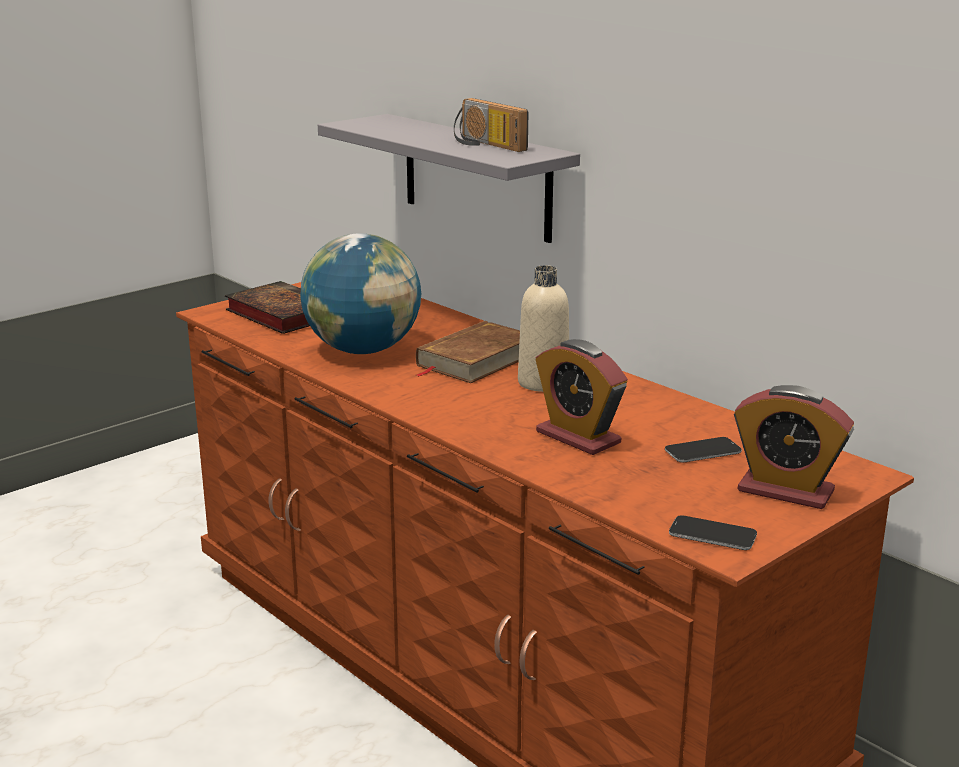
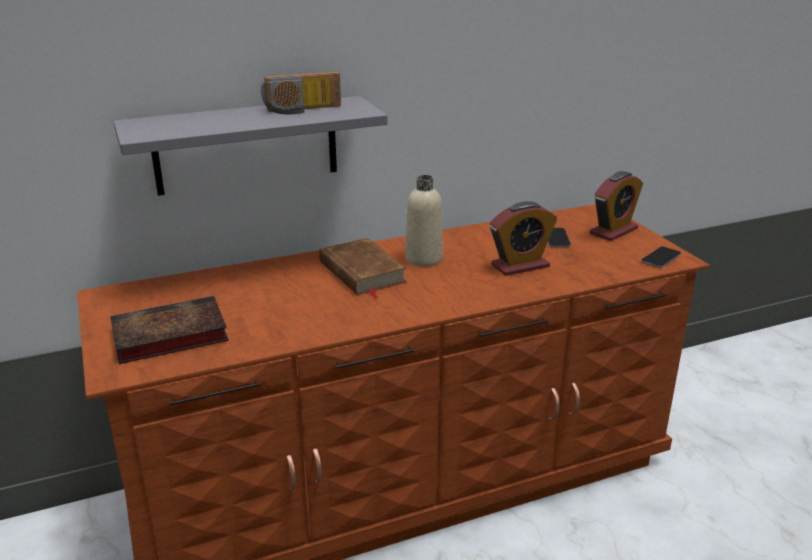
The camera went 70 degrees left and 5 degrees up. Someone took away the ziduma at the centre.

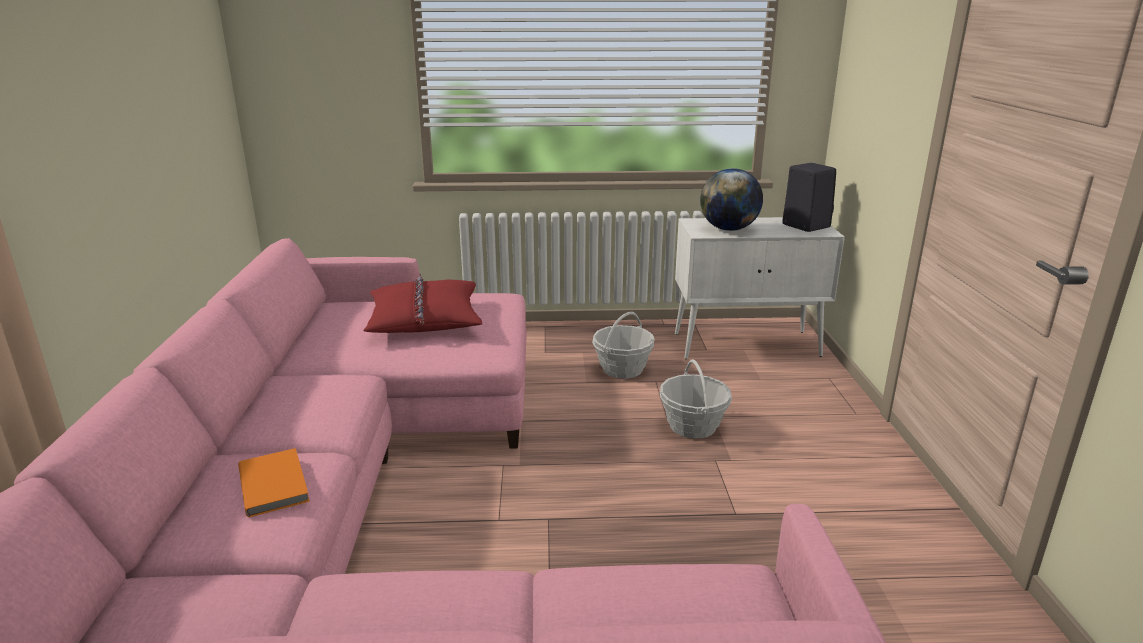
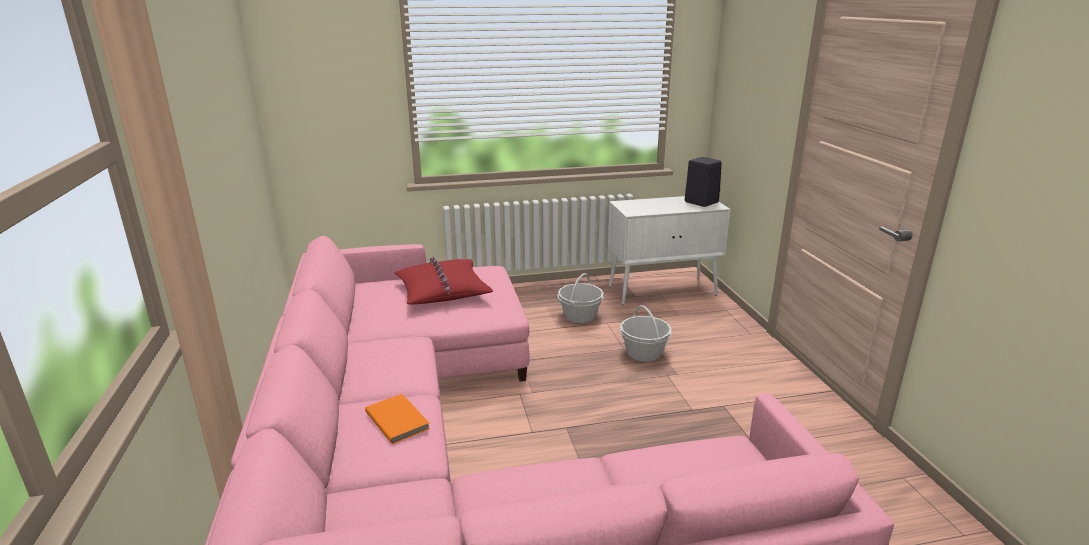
The camera went 10 degrees left and 0 degrees up. Someone took away the ziduma at the top centre.

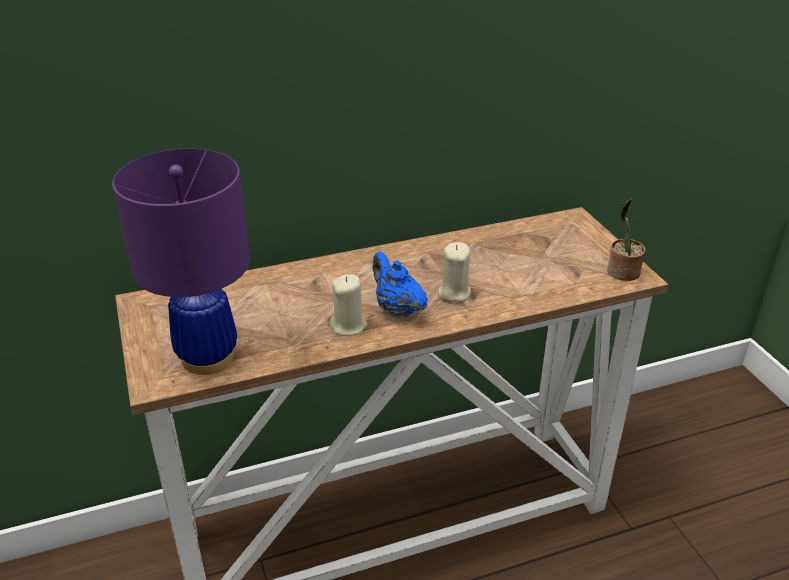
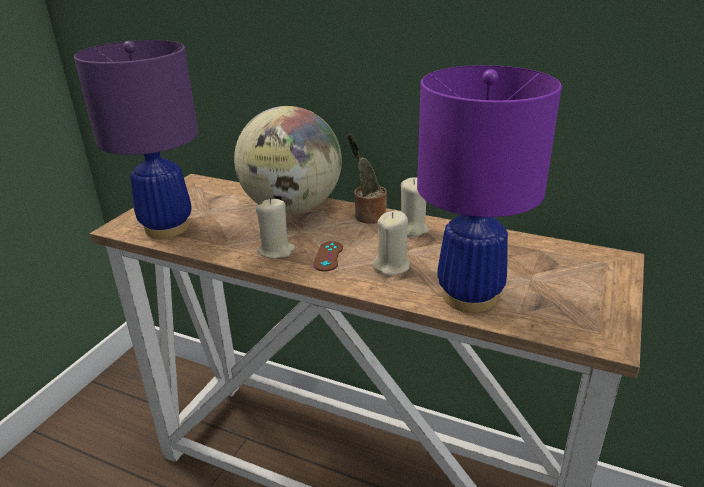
The camera went 45 degrees right and 5 degrees down. Someone put down the ziduma at the top centre. Someone put down the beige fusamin (3rd from left) at the centre. Someone put down the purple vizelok (2nd from left) at the middle right. Someone carried the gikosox from the middle right to the centre. Someone swapped the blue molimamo at the centre for the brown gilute at the centre.

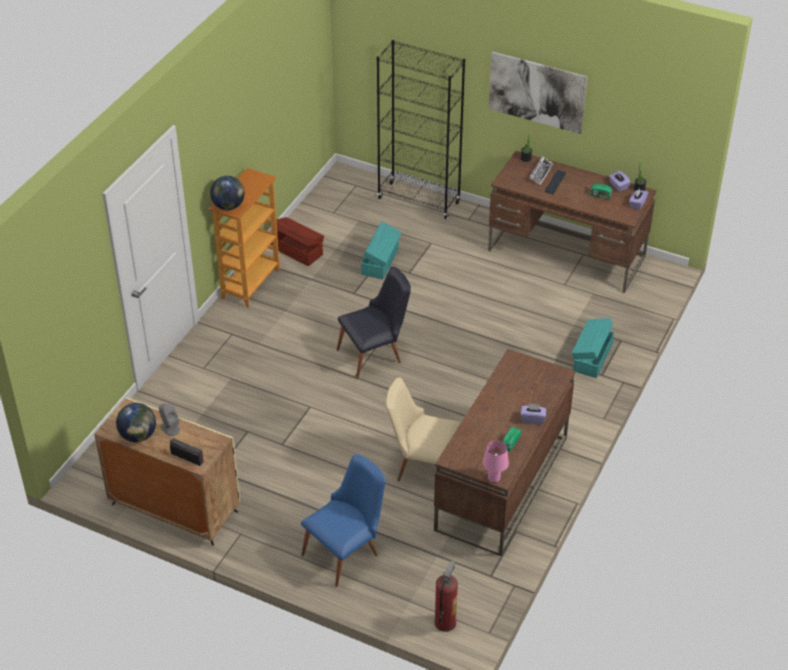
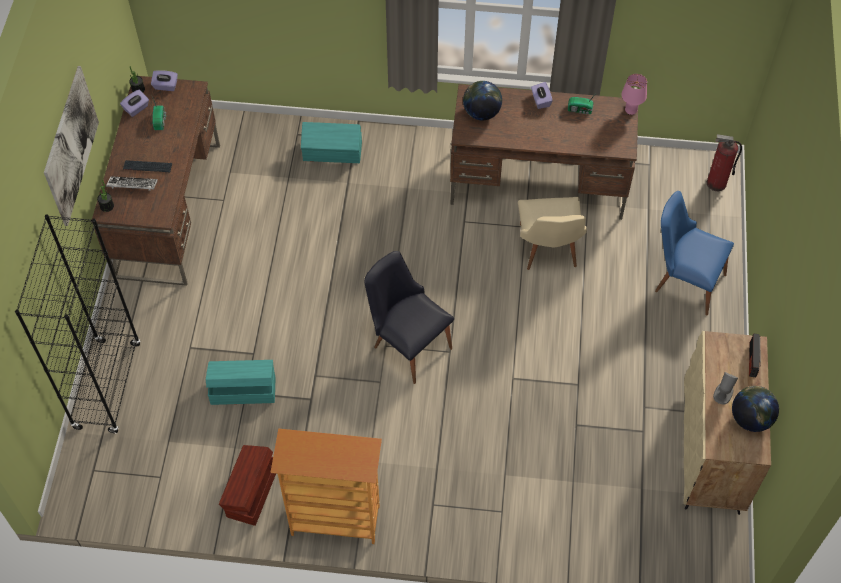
The camera went 110 degrees left and 15 degrees up. Someone carried the ziduma (2nd from left in the first image) from the top left to the top centre.

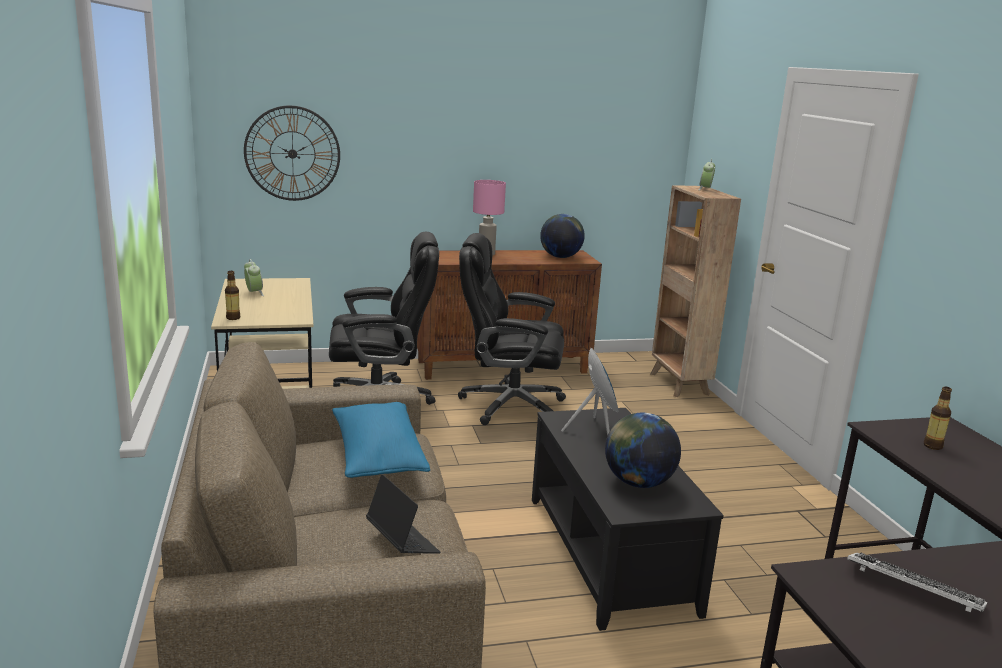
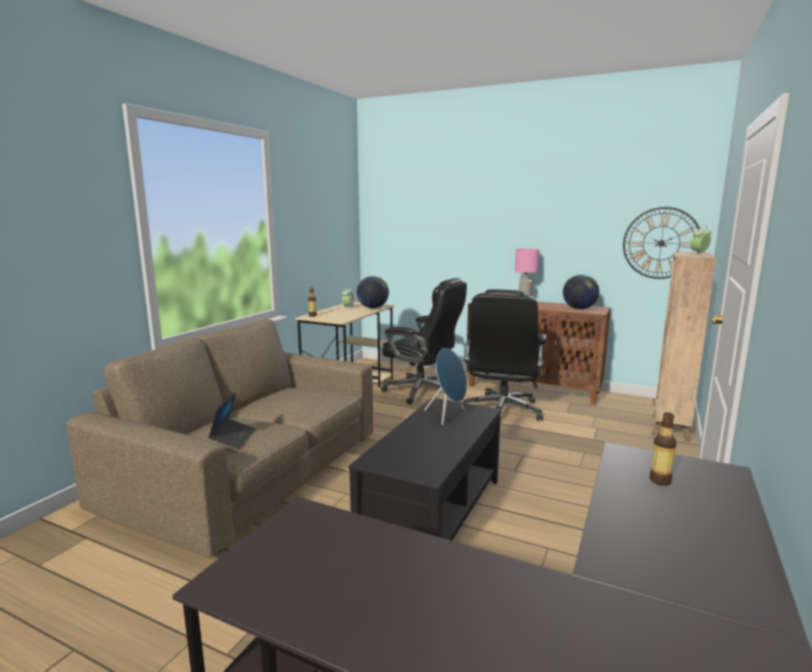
The camera went 40 degrees right and 5 degrees down. Someone took away the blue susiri at the centre. Someone took away the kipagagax at the bottom right. Someone carried the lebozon from the top left to the middle right. Someone carried the ziduma (2nd from left in the first image) from the bottom centre to the centre. Someone rotated the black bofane (2nd from left) at the centre by 120 degrees counterclockwise.

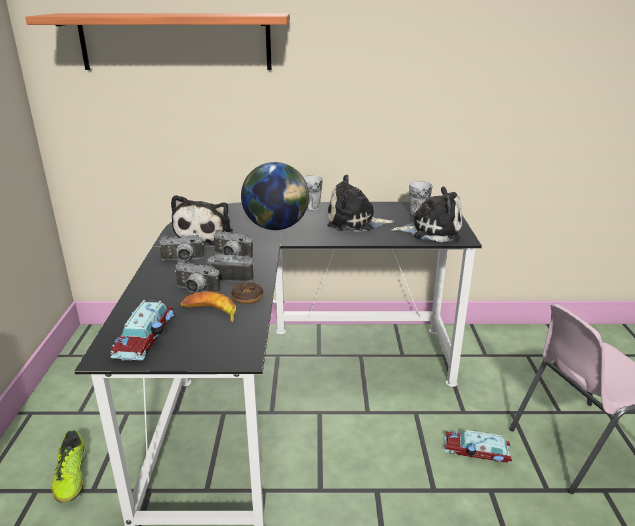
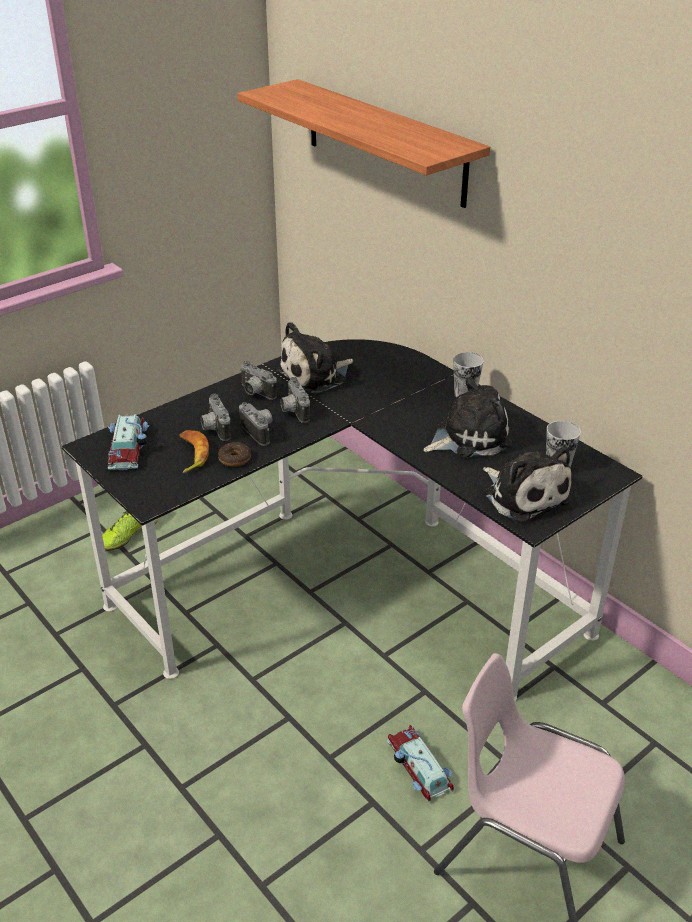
The camera went 50 degrees right and 10 degrees up. Someone took away the ziduma at the centre. Someone rotated the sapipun (1st from left) at the middle left by 60 degrees counterclockwise. Someone rotated the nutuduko (2nd from left) at the centre by 105 degrees clockwise.

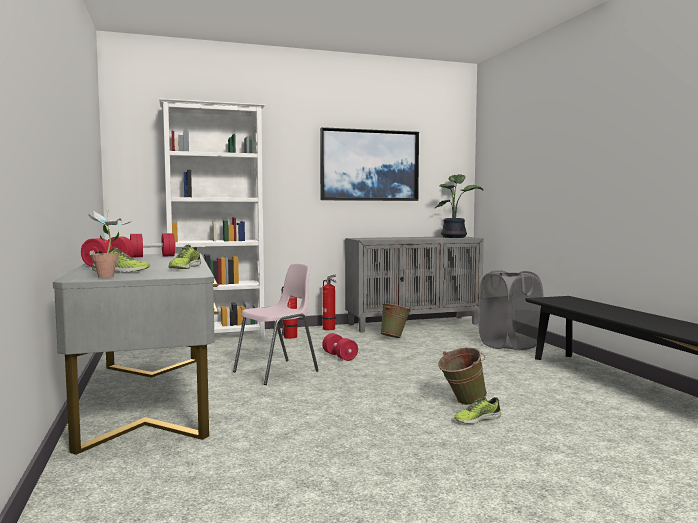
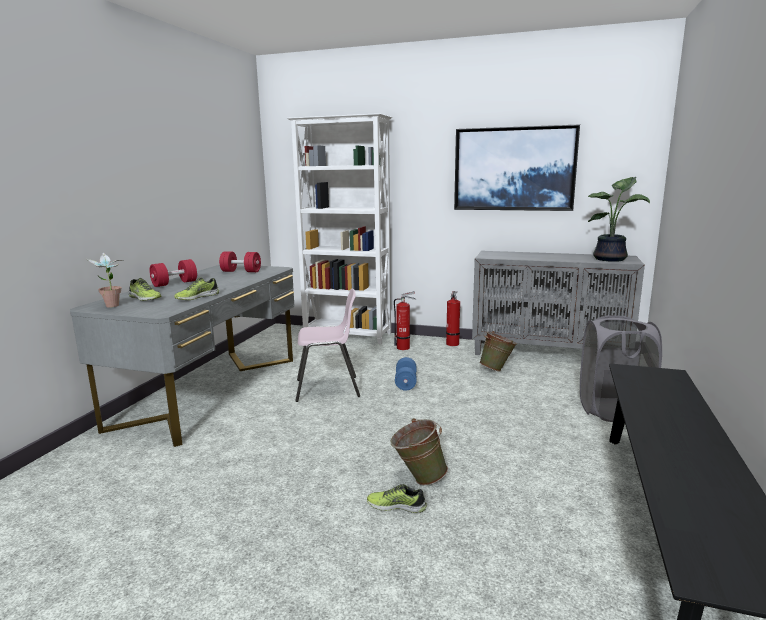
The camera went 35 degrees right and 10 degrees up. Someone repainted the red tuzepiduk (3rd from left) at the centre, which became the blue tuzepiduk at the centre.

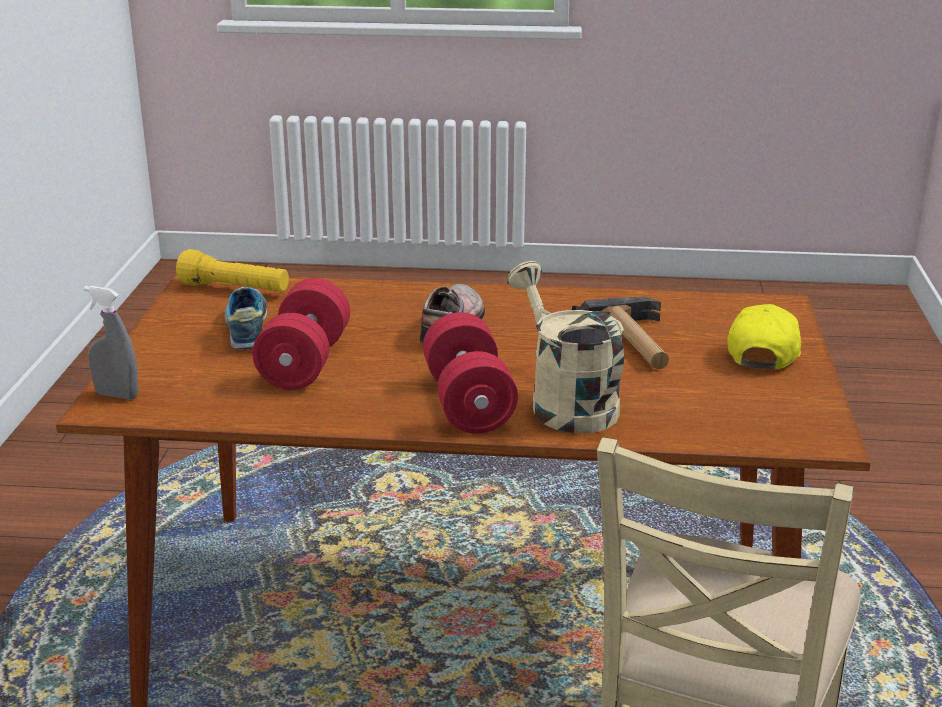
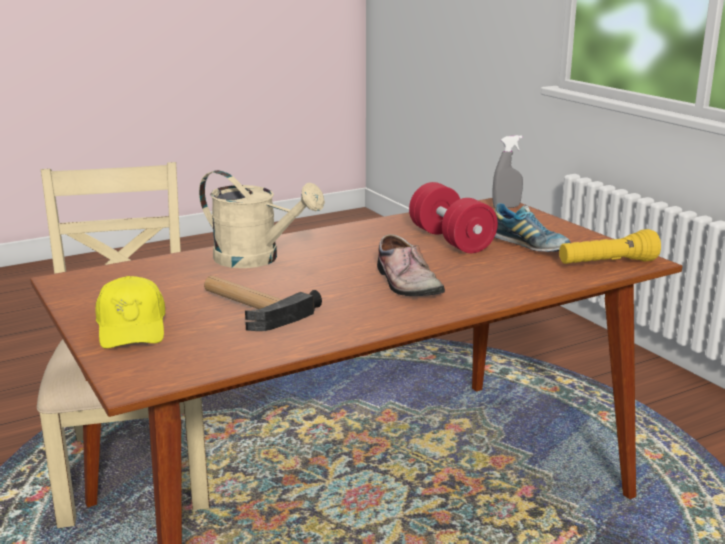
The camera went 145 degrees right and 5 degrees down. Someone took away the red tuzepiduk (2nd from left) at the centre.

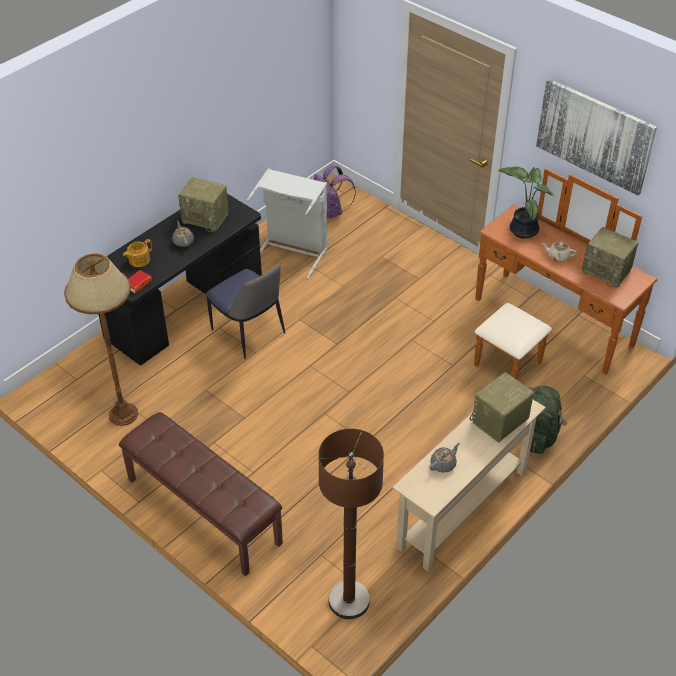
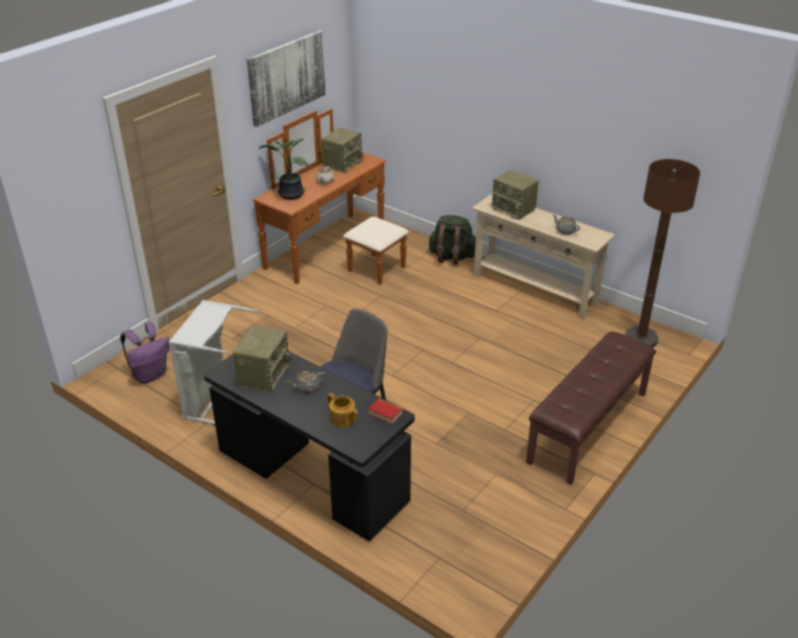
The camera went 95 degrees left and 10 degrees down. Someone took away the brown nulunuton (1st from left) at the middle left.

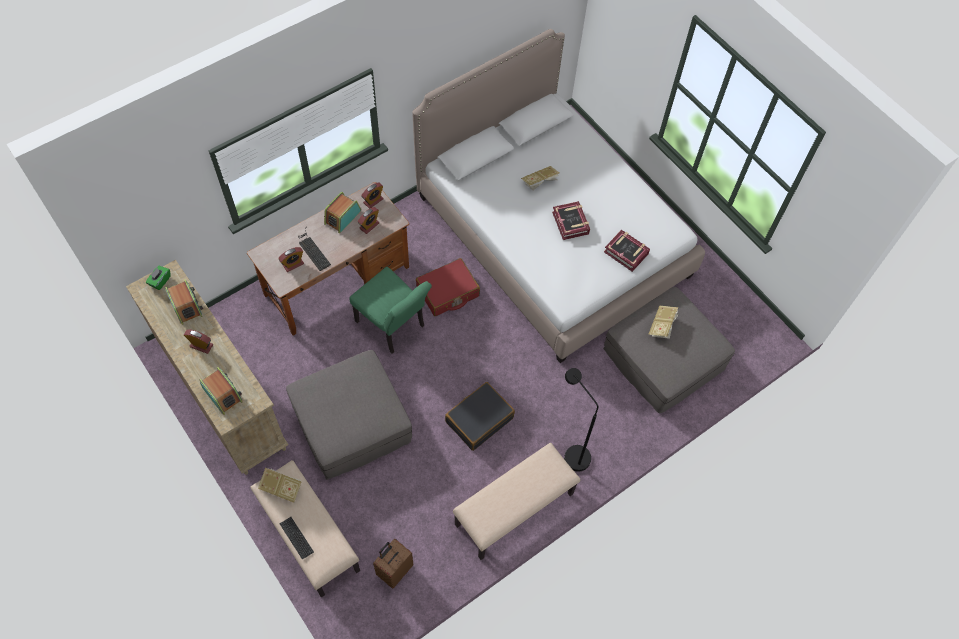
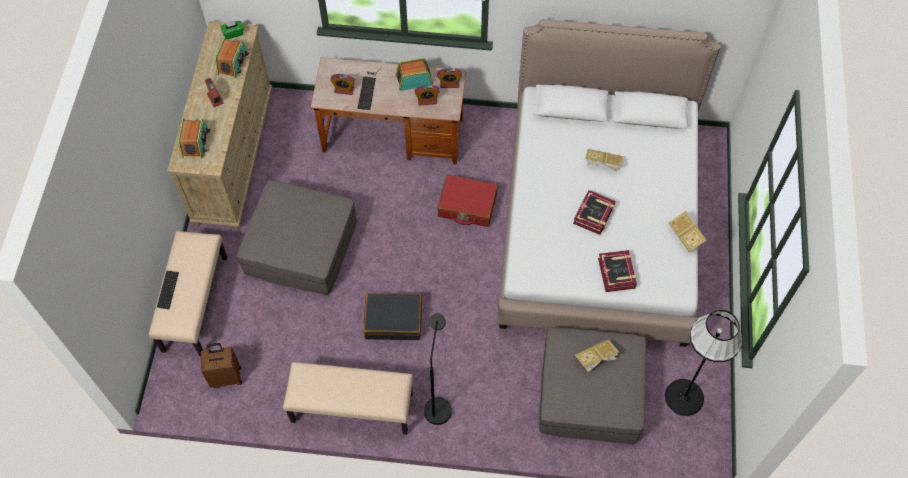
The camera went 45 degrees right and 0 degrees up. Someone took away the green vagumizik at the centre. Someone put down the black nulunuton (2nd from left) at the bottom right. Someone carried the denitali (1st from left in the first image) from the bottom left to the middle right.

